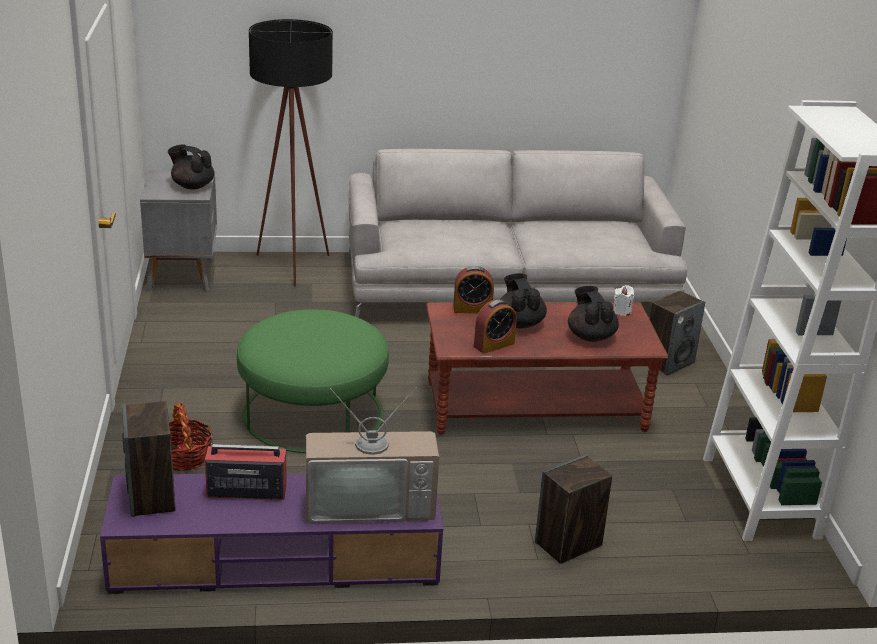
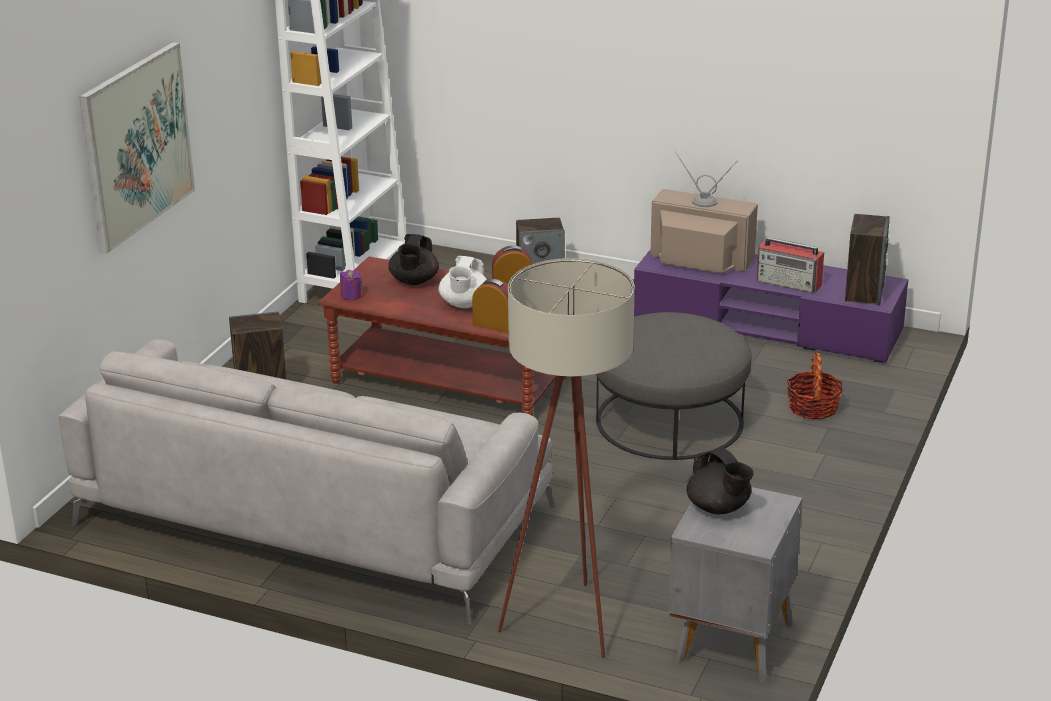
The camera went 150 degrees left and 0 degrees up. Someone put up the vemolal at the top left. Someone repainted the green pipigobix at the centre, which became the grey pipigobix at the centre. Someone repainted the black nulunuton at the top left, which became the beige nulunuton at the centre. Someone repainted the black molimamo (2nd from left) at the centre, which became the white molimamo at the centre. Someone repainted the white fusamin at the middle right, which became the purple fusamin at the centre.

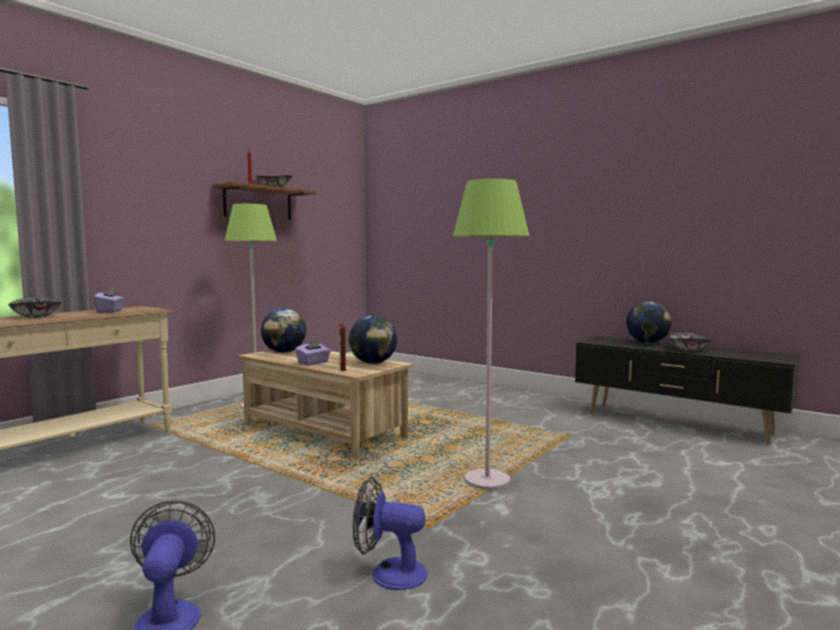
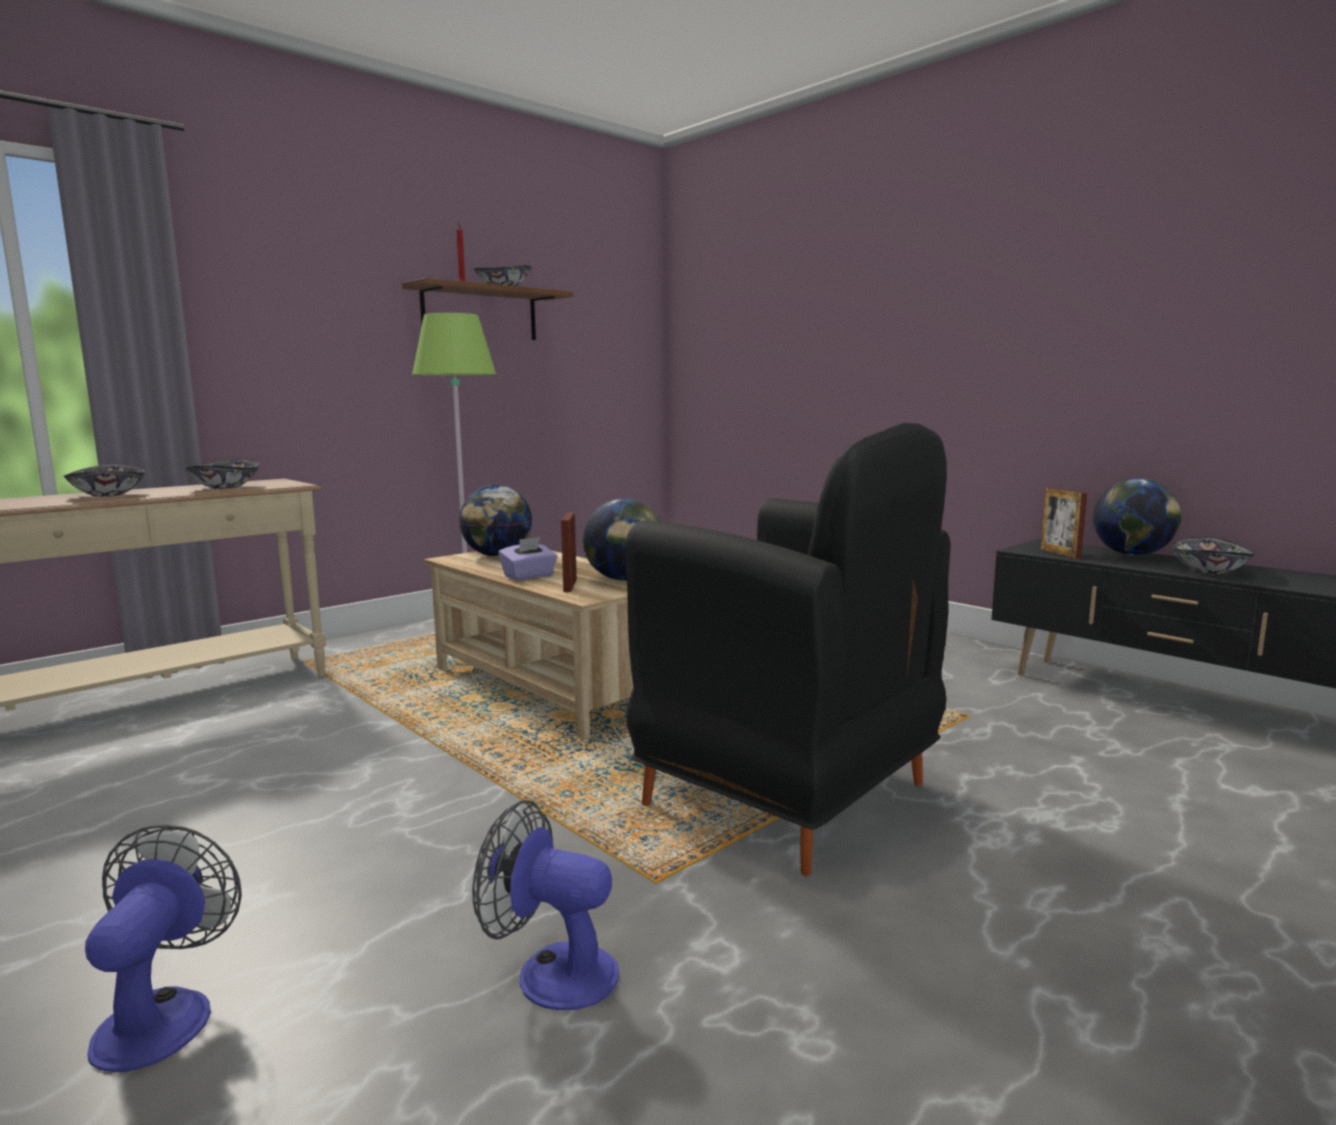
The camera went 10 degrees right and 5 degrees up. Someone put down the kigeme (2nd from left) at the middle right. Someone swapped the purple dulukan (1st from left) at the middle left for the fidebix (2nd from left) at the middle left. Someone swapped the green nulunuton (2nd from left) at the centre for the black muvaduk at the centre.

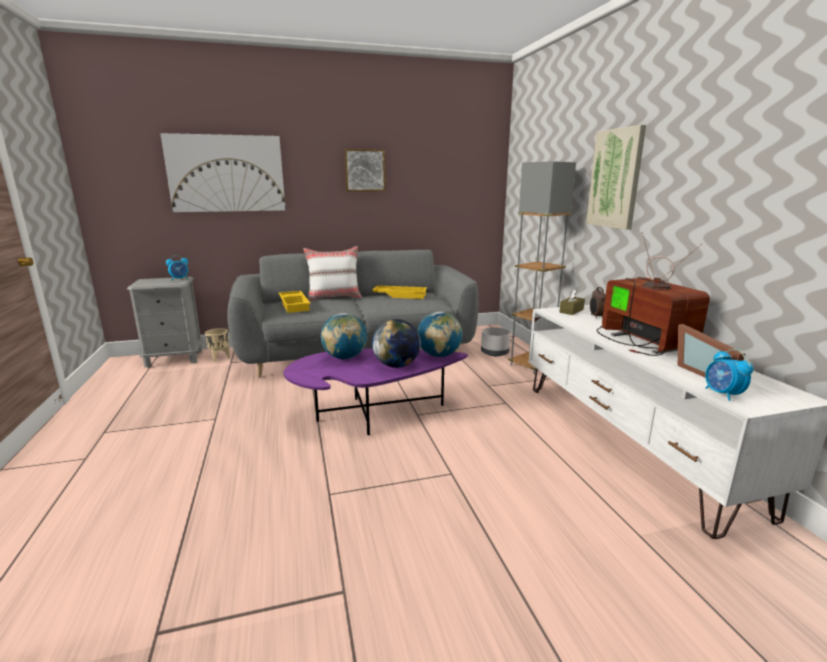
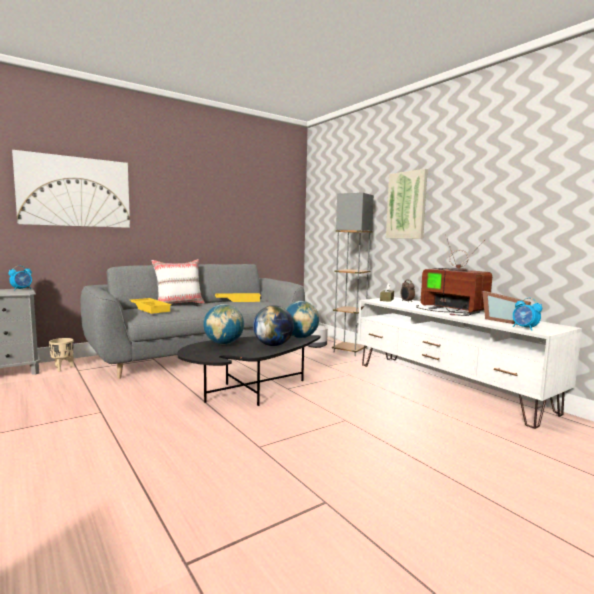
The camera went 20 degrees left and 10 degrees down. Someone took away the vemolal (2nd from left) at the top centre. Someone repainted the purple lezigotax at the centre, which became the black lezigotax at the centre.

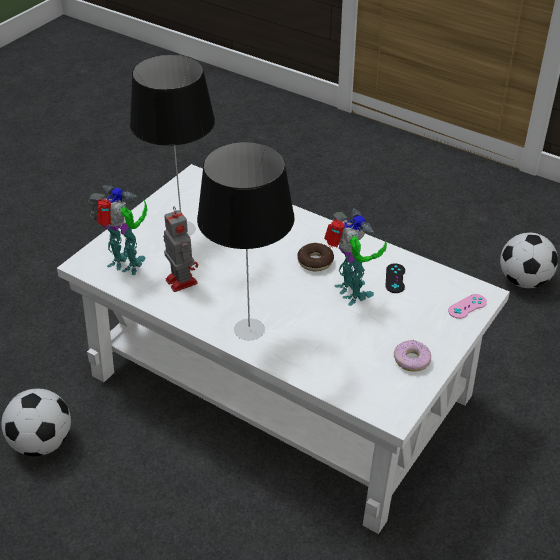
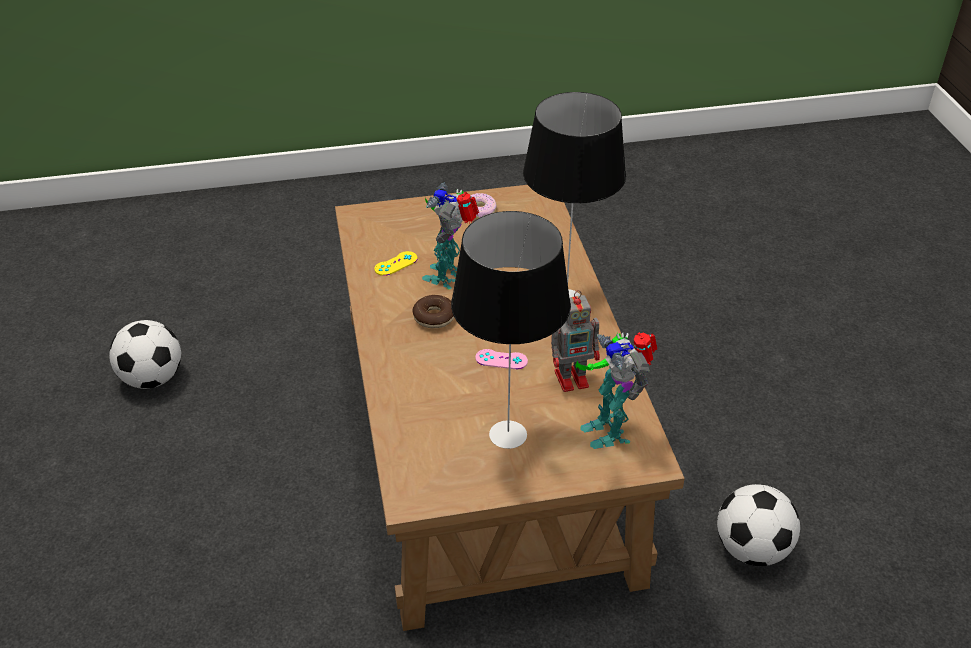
The camera went 135 degrees left and 0 degrees up. Someone carried the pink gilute from the middle right to the centre. Someone repainted the white lezigotax at the centre, which became the brown lezigotax at the centre. Someone repainted the black gilute at the middle right, which became the yellow gilute at the centre. Someone rotated the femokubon (2nd from left) at the middle left by 120 degrees counterclockwise.

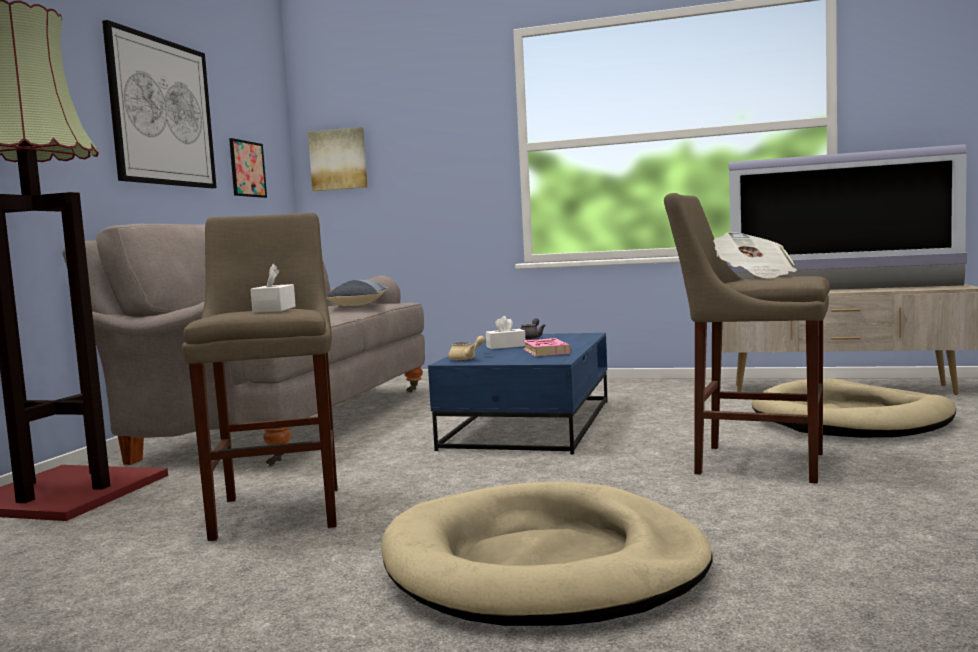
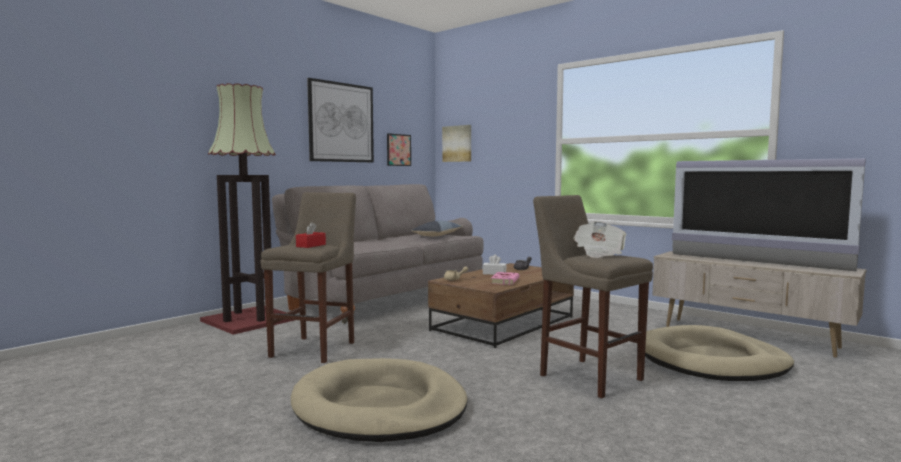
The camera went 25 degrees right and 0 degrees up. Someone repainted the white dulukan (1st from left) at the middle left, which became the red dulukan at the centre. Someone repainted the blue lezigotax at the centre, which became the brown lezigotax at the centre.

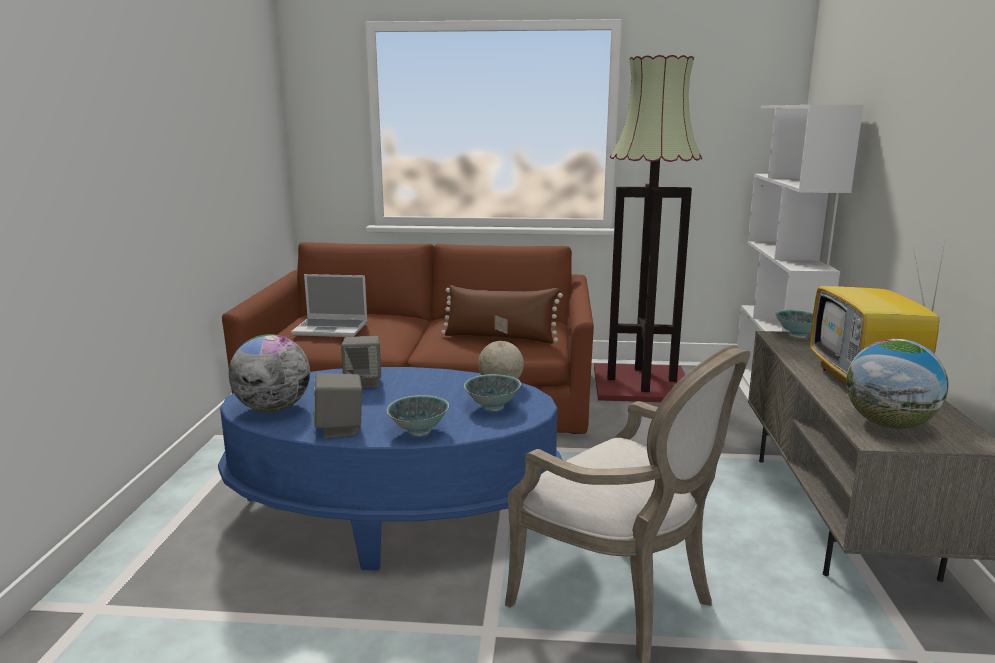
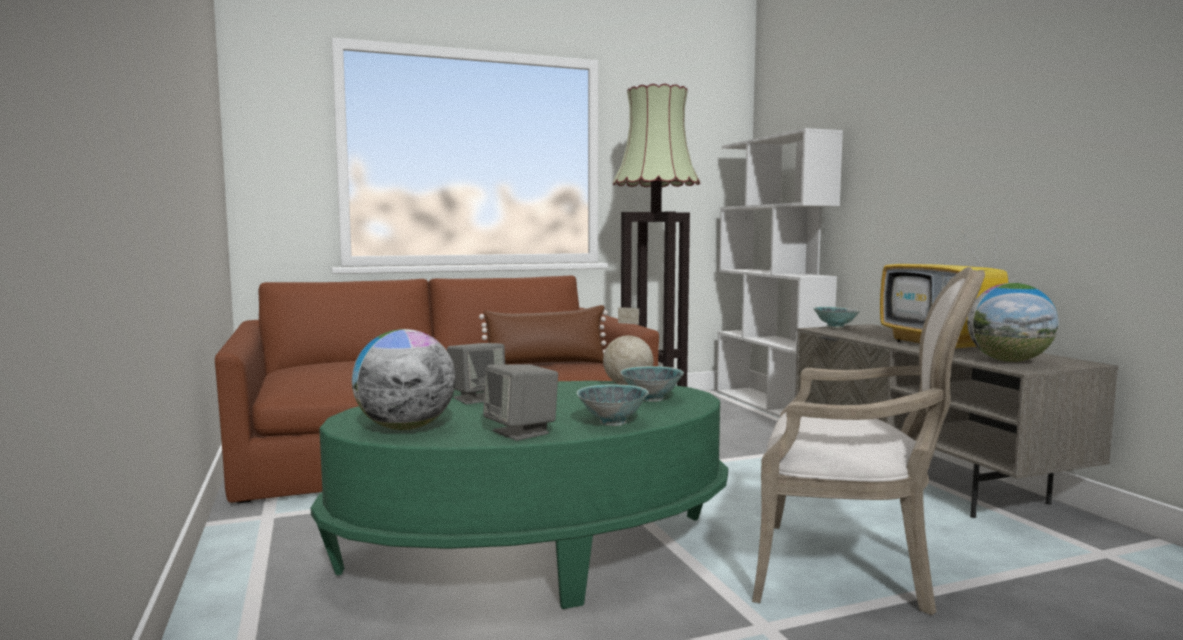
The camera went 25 degrees left and 10 degrees down. Someone took away the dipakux at the middle left. Someone repainted the blue lezigotax at the bottom centre, which became the green lezigotax at the bottom centre.

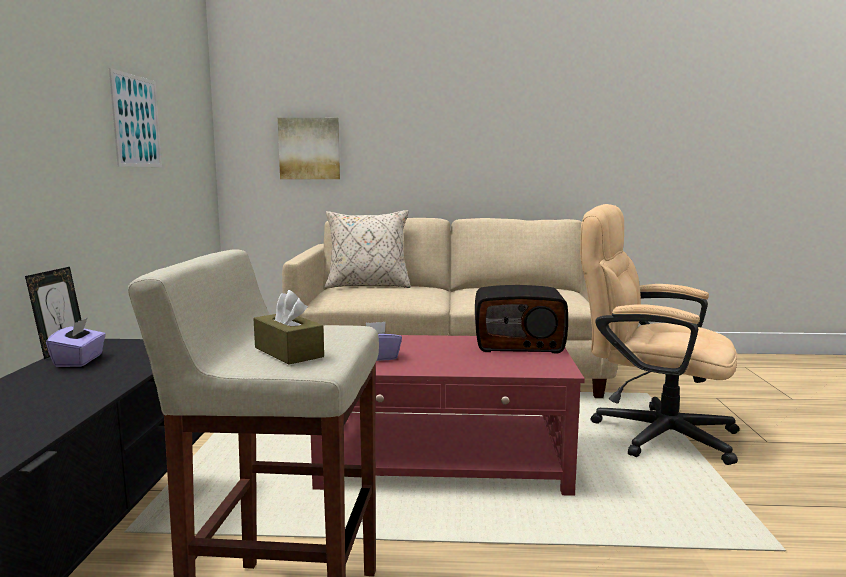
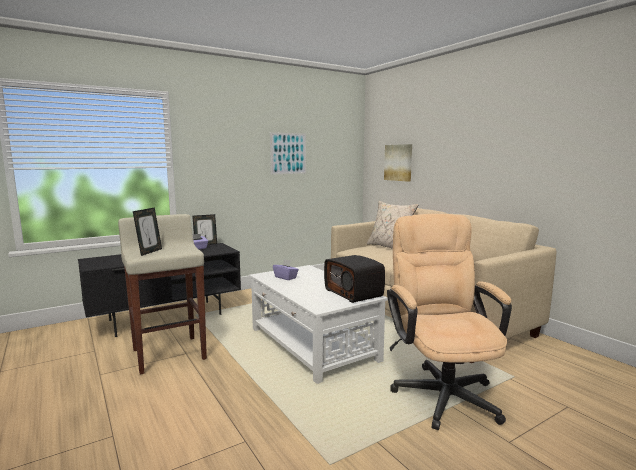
The camera went 55 degrees right and 0 degrees up. Someone swapped the brown dulukan at the centre for the kigeme (1st from left) at the middle left. Someone repainted the red lezigotax at the bottom centre, which became the white lezigotax at the bottom centre.

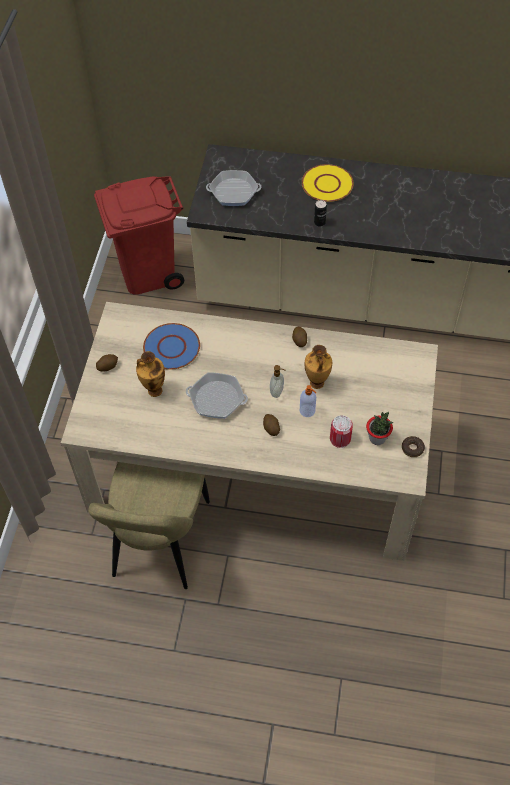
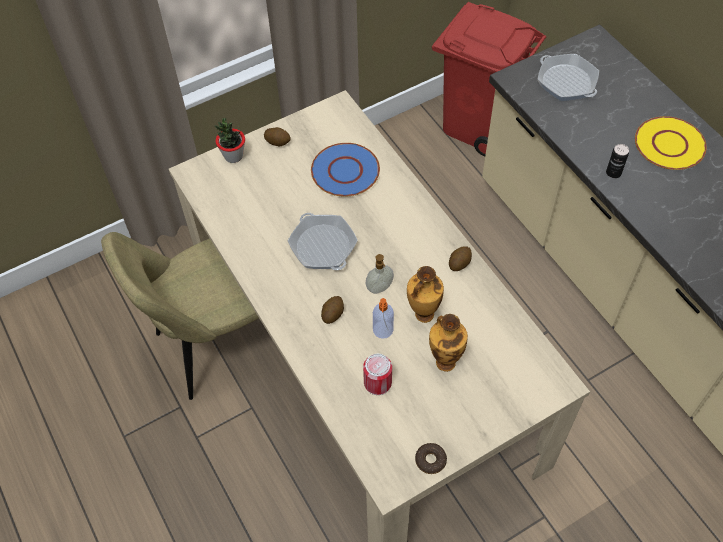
The camera went 50 degrees right and 0 degrees up. Someone carried the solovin (1st from left in the first image) from the middle left to the centre. Someone carried the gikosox from the middle right to the top left.

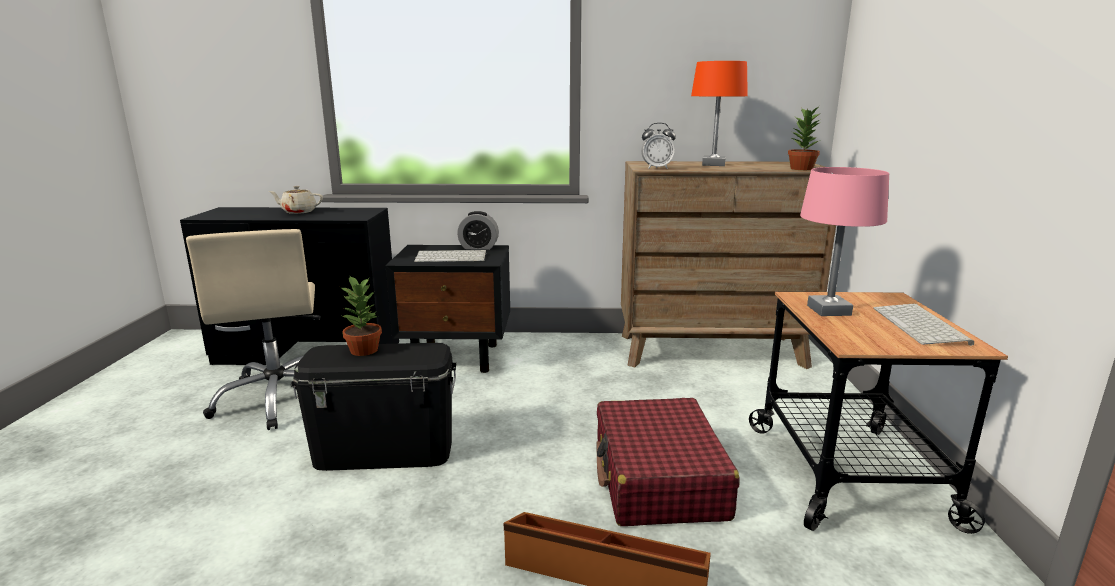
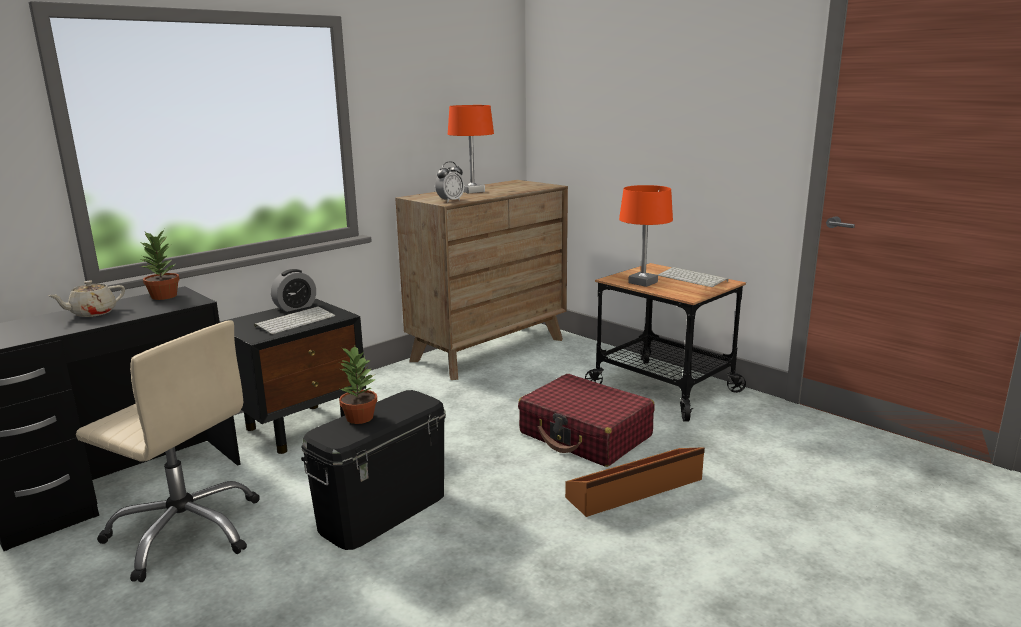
The camera went 45 degrees left and 0 degrees up. Someone carried the gikosox (2nd from left in the first image) from the top right to the middle left. Someone repainted the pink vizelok at the middle right, which became the orange vizelok (2nd from left) at the centre.

